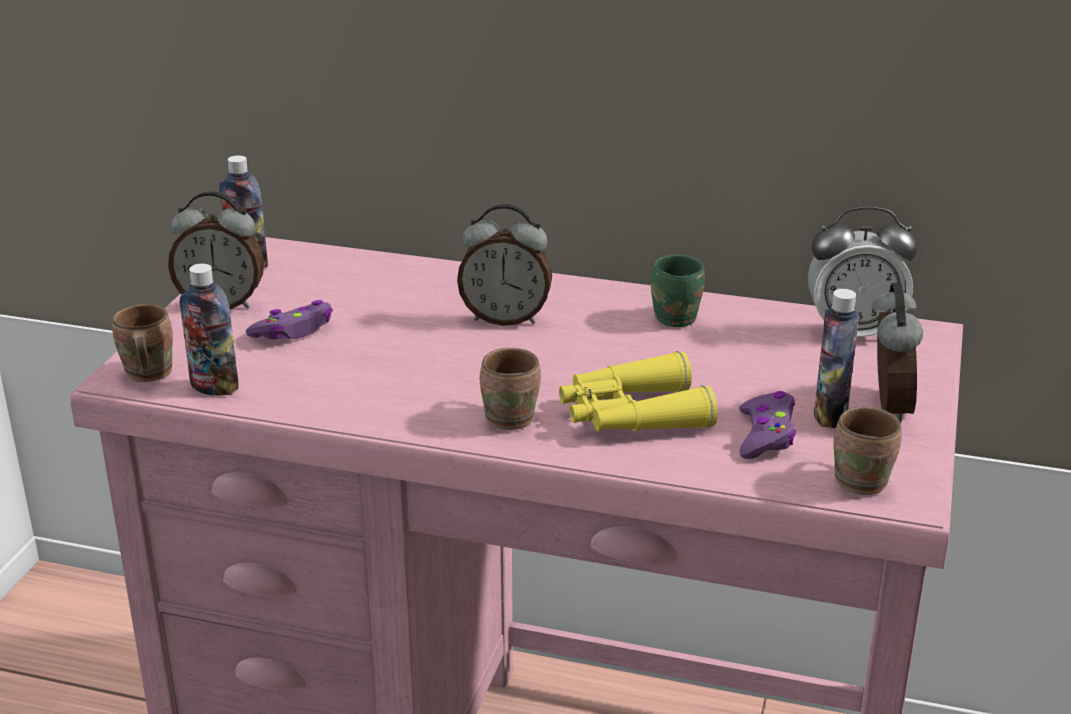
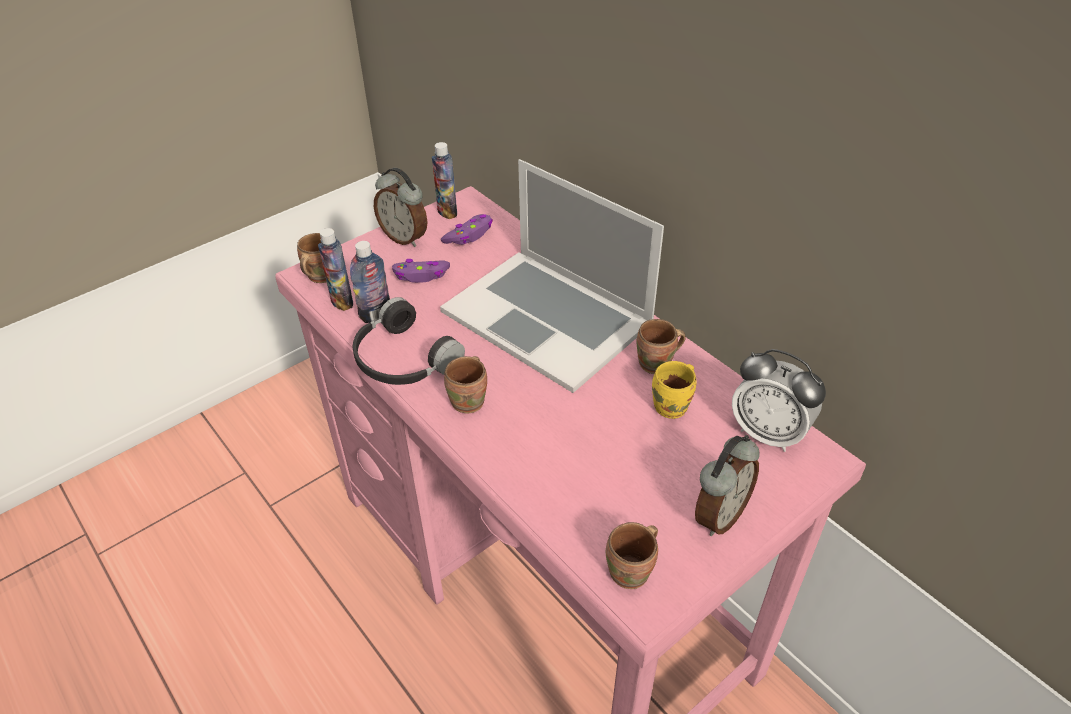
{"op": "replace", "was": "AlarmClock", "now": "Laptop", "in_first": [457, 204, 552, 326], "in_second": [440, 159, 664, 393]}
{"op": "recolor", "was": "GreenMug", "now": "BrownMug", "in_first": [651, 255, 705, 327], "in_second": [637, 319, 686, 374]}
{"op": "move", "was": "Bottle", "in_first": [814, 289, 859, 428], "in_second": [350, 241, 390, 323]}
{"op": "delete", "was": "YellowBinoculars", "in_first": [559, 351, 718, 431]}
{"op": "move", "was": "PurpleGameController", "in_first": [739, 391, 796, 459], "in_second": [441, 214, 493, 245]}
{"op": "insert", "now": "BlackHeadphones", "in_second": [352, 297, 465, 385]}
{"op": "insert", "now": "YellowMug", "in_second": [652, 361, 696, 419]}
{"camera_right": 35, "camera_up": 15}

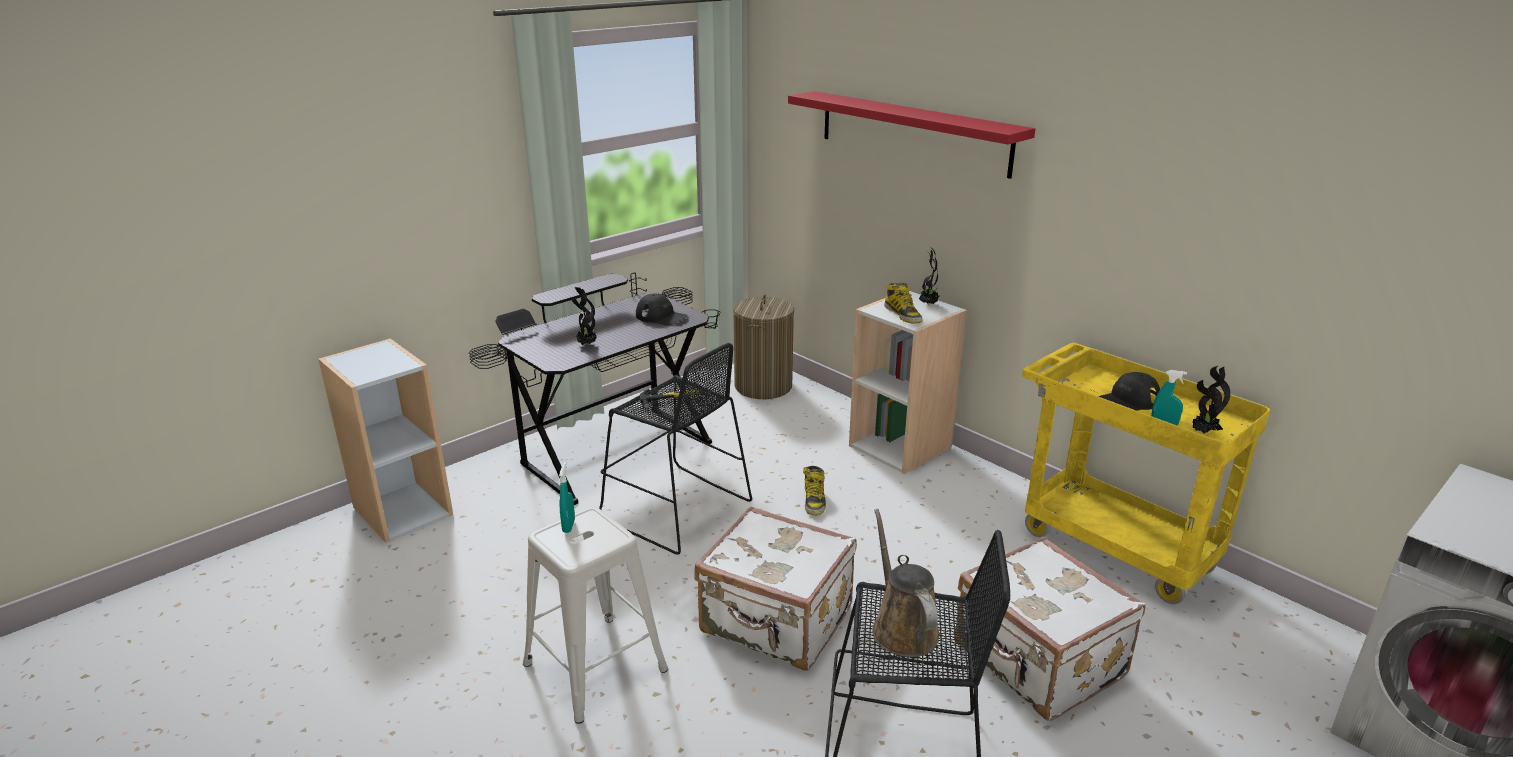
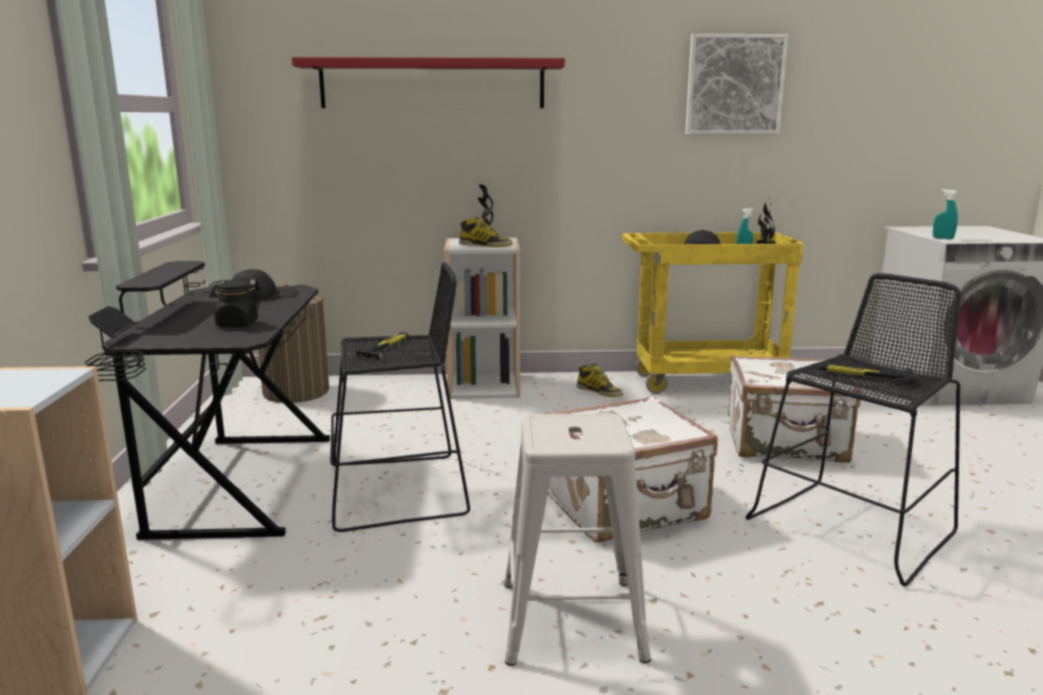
{"op": "replace", "was": "PottedPlant", "now": "BlackJar", "in_first": [572, 287, 596, 346], "in_second": [209, 281, 260, 327]}
{"op": "move", "was": "TurquoiseSprayBottle", "in_first": [559, 462, 575, 533], "in_second": [933, 189, 958, 239]}
{"op": "move", "was": "Boot", "in_first": [803, 466, 826, 516], "in_second": [577, 363, 623, 397]}
{"op": "replace", "was": "BrownWateringCan", "now": "Hammer", "in_first": [873, 509, 940, 657], "in_second": [819, 364, 915, 386]}
{"op": "insert", "now": "Picture", "in_second": [685, 34, 788, 135]}
{"camera_right": -50, "camera_up": -10}

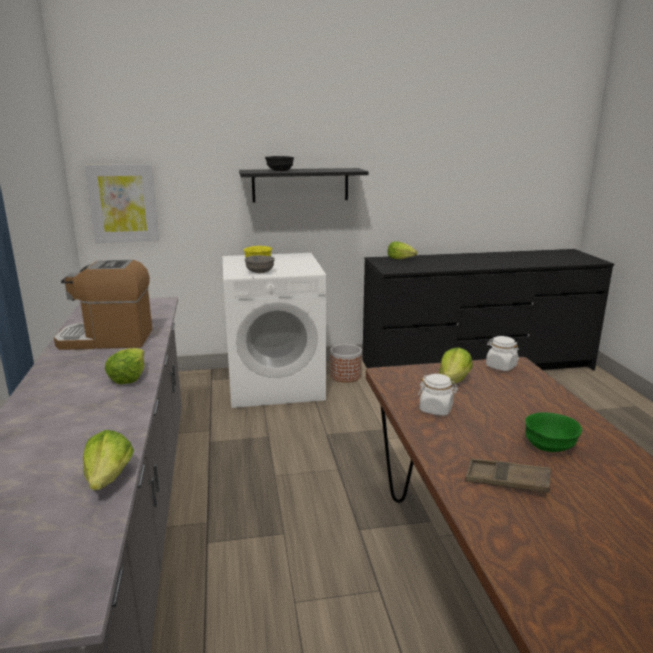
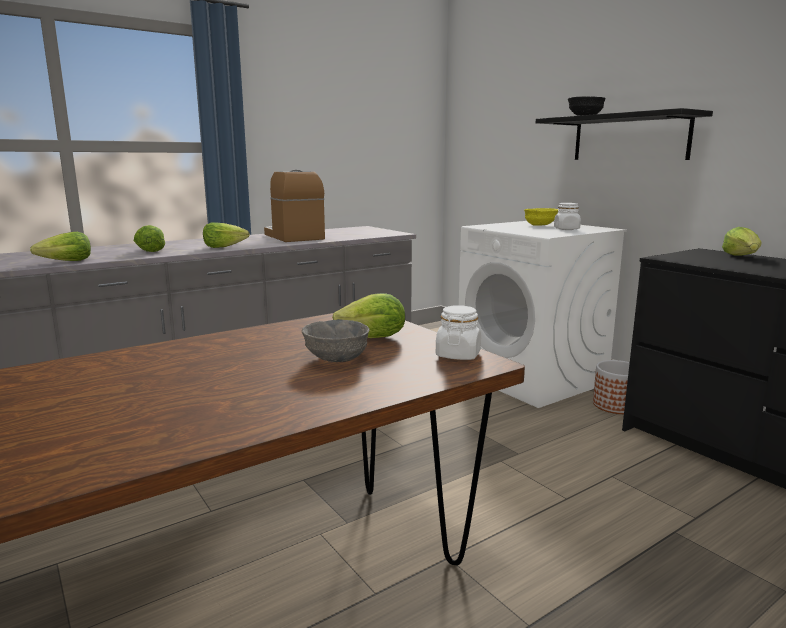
{"op": "delete", "was": "Picture", "in_first": [84, 164, 159, 243]}
{"op": "move", "was": "GreyBowl", "in_first": [244, 255, 275, 273], "in_second": [302, 319, 369, 362]}
{"op": "move", "was": "WhiteJar", "in_first": [418, 374, 458, 416], "in_second": [554, 203, 581, 230]}
{"op": "delete", "was": "GreenBowl", "in_first": [525, 412, 582, 452]}
{"op": "delete", "was": "BrownTray", "in_first": [465, 458, 551, 493]}
{"op": "insert", "now": "Lettuce", "in_second": [134, 225, 165, 252]}
{"camera_right": 65, "camera_up": -5}

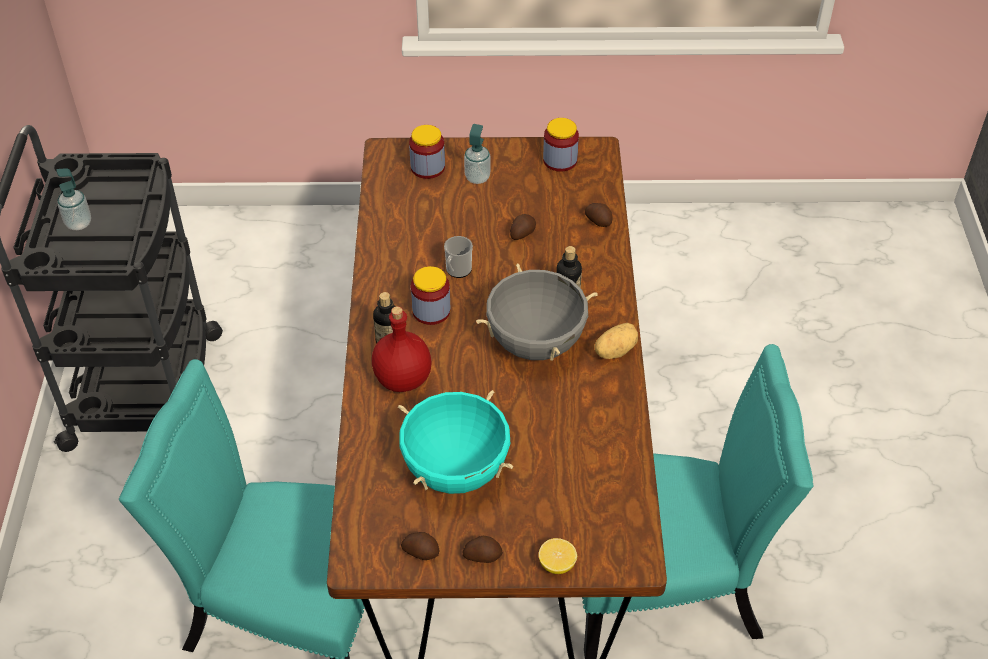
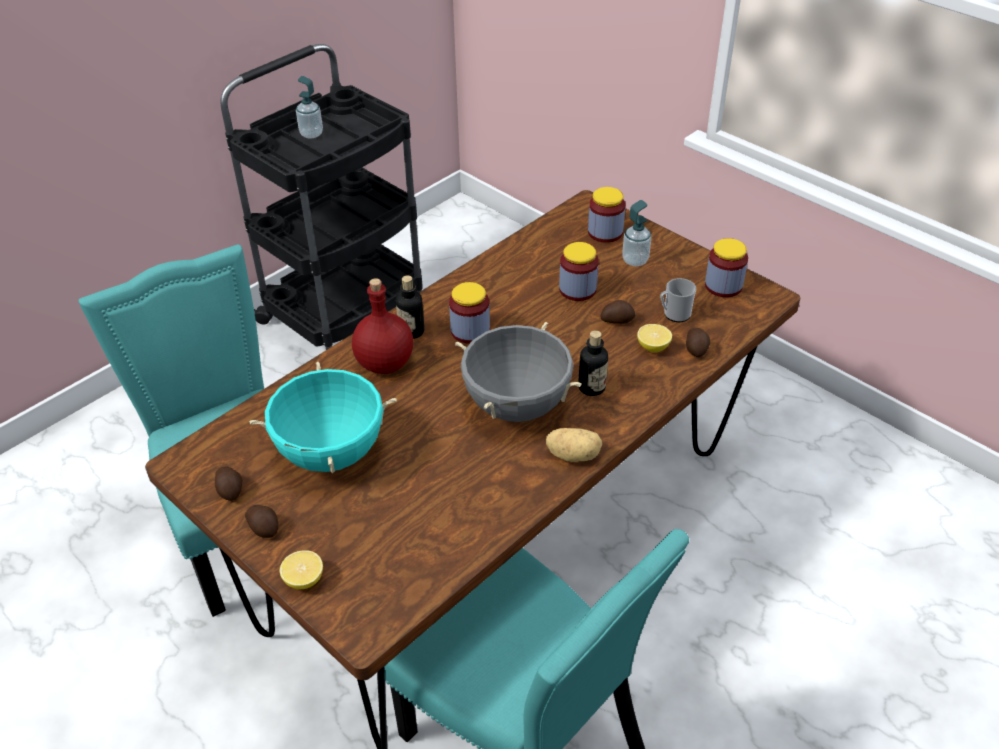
{"op": "move", "was": "Mug", "in_first": [444, 236, 473, 278], "in_second": [660, 278, 696, 322]}
{"op": "insert", "now": "Jar", "in_second": [559, 242, 599, 301]}
{"op": "insert", "now": "Lemon", "in_second": [637, 324, 672, 352]}
{"camera_right": 45, "camera_up": -5}

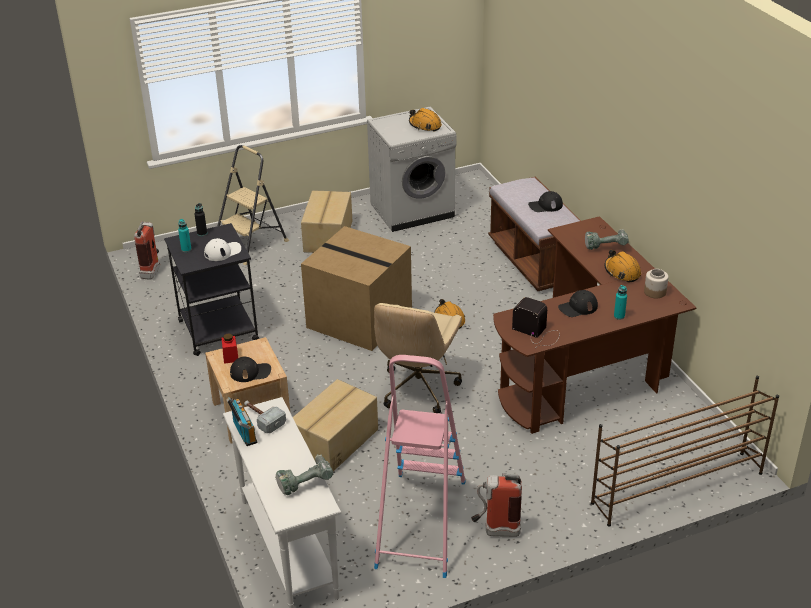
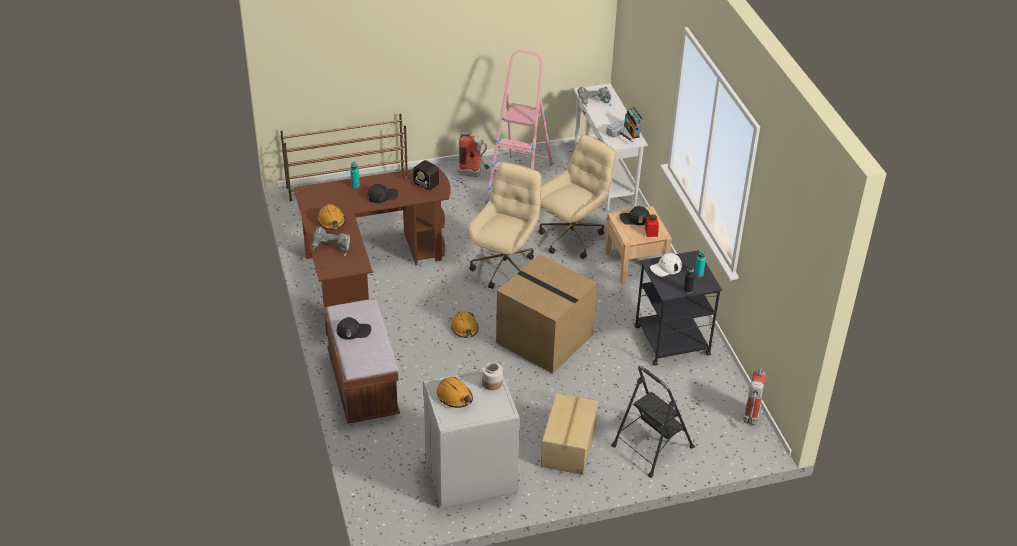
{"op": "recolor", "was": "BeigeStepLadder", "now": "BlackStepLadder", "in_first": [218, 145, 289, 265], "in_second": [611, 366, 695, 478]}
{"op": "move", "was": "Jar", "in_first": [644, 269, 668, 298], "in_second": [482, 362, 503, 390]}
{"op": "replace", "was": "CardboardBox", "now": "BeigeOfficeChair", "in_first": [293, 379, 378, 471], "in_second": [538, 135, 616, 259]}
{"camera_right": -175, "camera_up": 5}

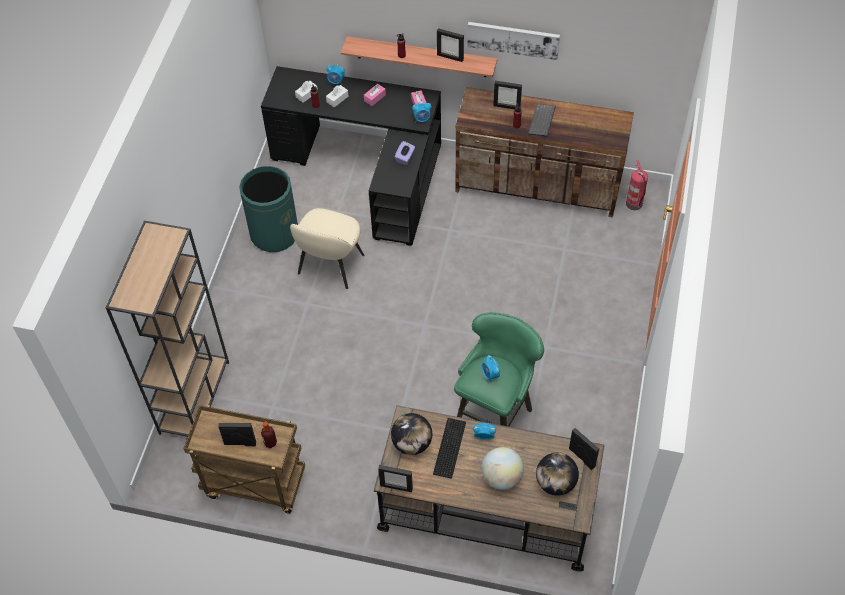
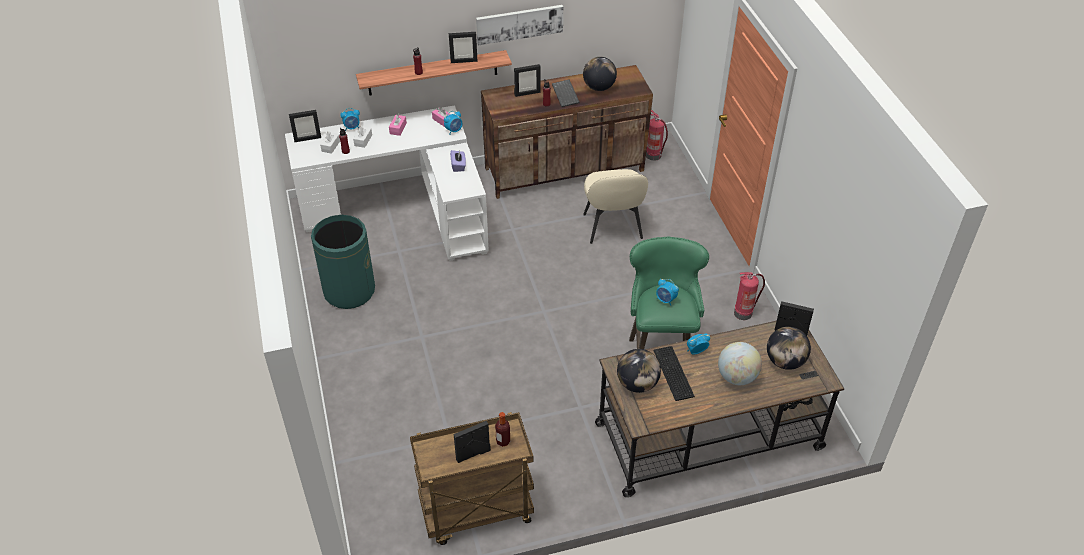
{"op": "recolor", "was": "BlackDesk", "now": "WhiteDesk", "in_first": [261, 66, 441, 246], "in_second": [285, 105, 489, 261]}
{"op": "move", "was": "BeigeChair", "in_first": [290, 208, 365, 289], "in_second": [583, 169, 648, 244]}
{"op": "delete", "was": "Bookcase", "in_first": [106, 221, 229, 437]}
{"op": "move", "was": "PictureFrame", "in_first": [378, 465, 413, 492], "in_second": [289, 110, 321, 142]}
{"op": "insert", "now": "Globe", "in_second": [583, 57, 617, 91]}
{"op": "insert", "now": "FireExtinguisher", "in_second": [734, 272, 765, 320]}
{"camera_right": -30, "camera_up": -10}

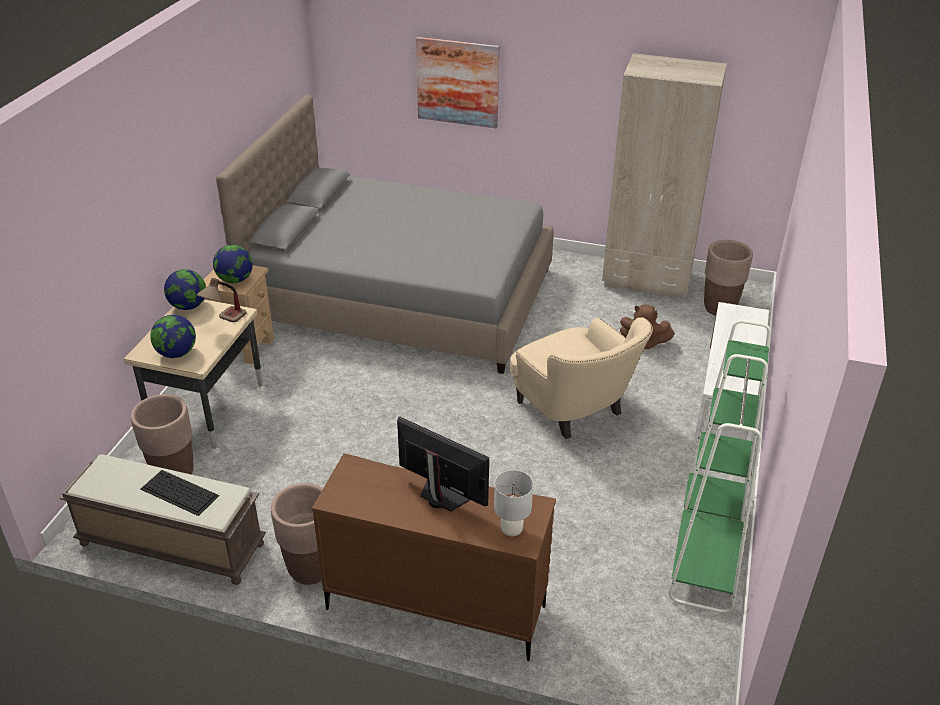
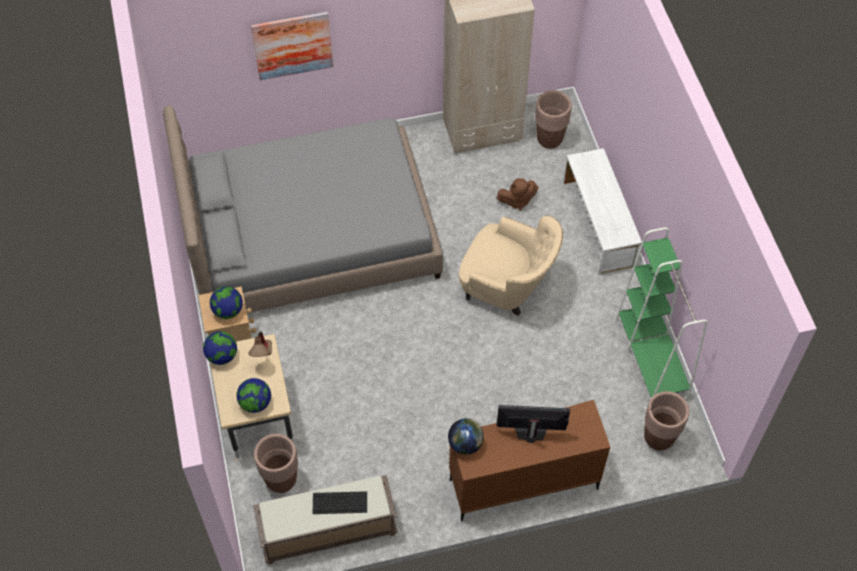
{"op": "delete", "was": "GreyTableLamp", "in_first": [494, 470, 533, 536]}
{"op": "move", "was": "BrownPlanter", "in_first": [271, 483, 323, 585], "in_second": [644, 391, 689, 451]}
{"op": "insert", "now": "Globe", "in_second": [448, 419, 484, 455]}
{"camera_right": -30, "camera_up": 20}

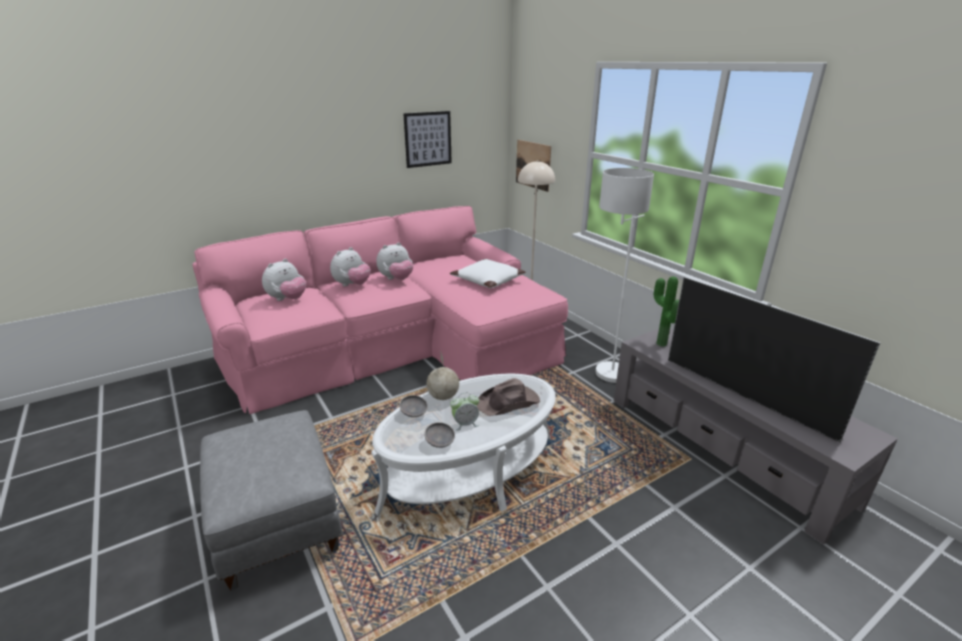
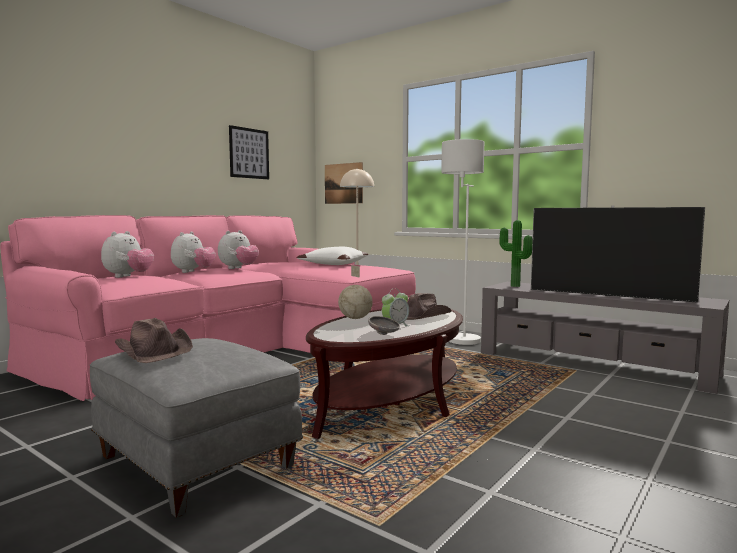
{"op": "recolor", "was": "WhiteCoffeeTable", "now": "BrownCoffeeTable", "in_first": [371, 374, 556, 516], "in_second": [306, 309, 463, 439]}
{"op": "delete", "was": "GreyBowl", "in_first": [399, 395, 428, 417]}
{"op": "insert", "now": "BrownHat", "in_second": [115, 318, 193, 363]}
{"camera_right": -20, "camera_up": -20}

